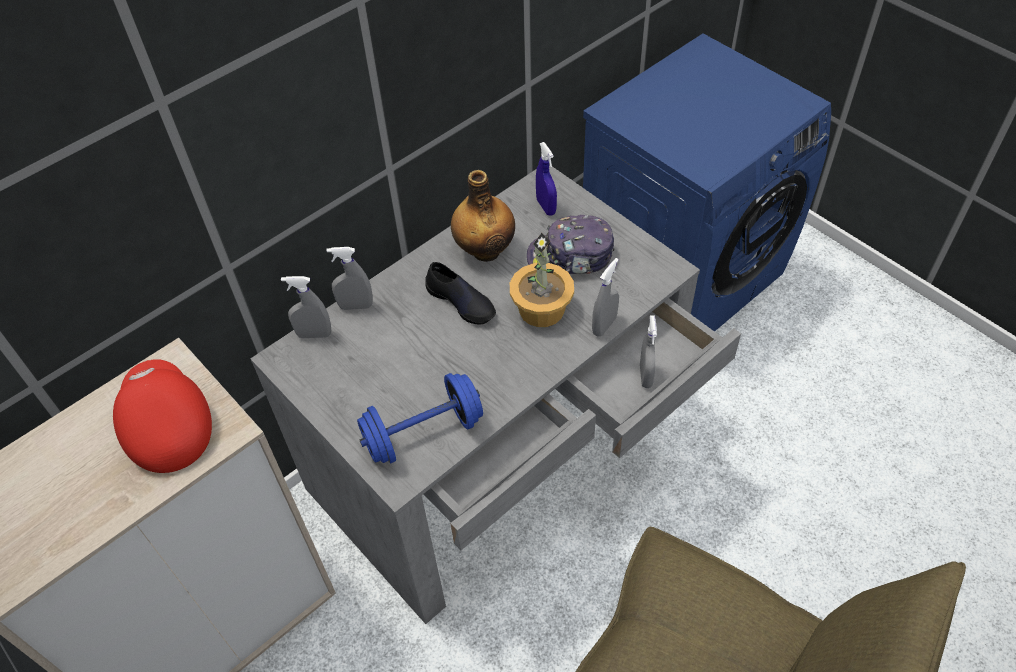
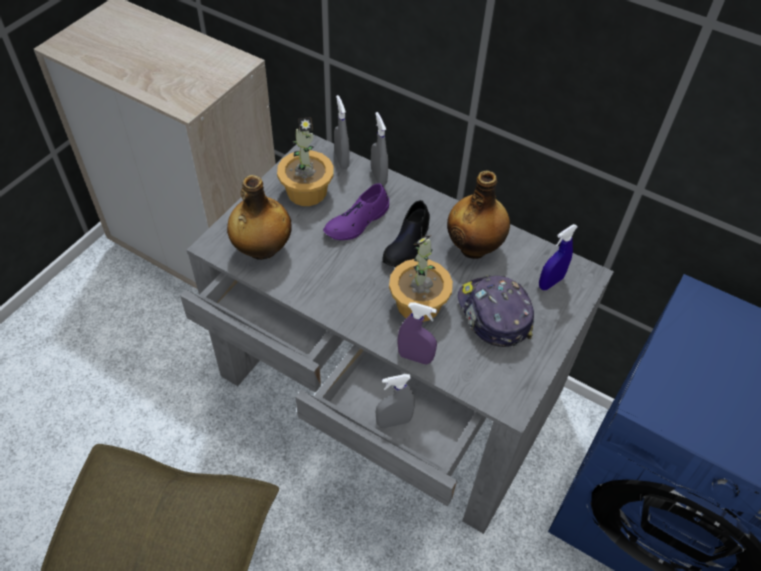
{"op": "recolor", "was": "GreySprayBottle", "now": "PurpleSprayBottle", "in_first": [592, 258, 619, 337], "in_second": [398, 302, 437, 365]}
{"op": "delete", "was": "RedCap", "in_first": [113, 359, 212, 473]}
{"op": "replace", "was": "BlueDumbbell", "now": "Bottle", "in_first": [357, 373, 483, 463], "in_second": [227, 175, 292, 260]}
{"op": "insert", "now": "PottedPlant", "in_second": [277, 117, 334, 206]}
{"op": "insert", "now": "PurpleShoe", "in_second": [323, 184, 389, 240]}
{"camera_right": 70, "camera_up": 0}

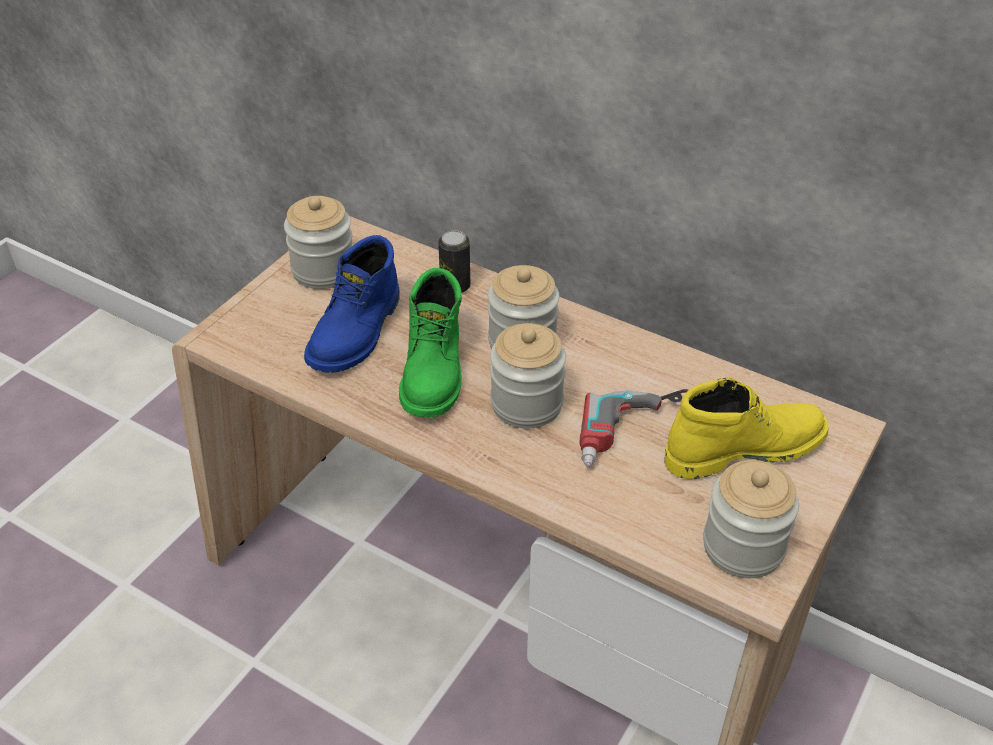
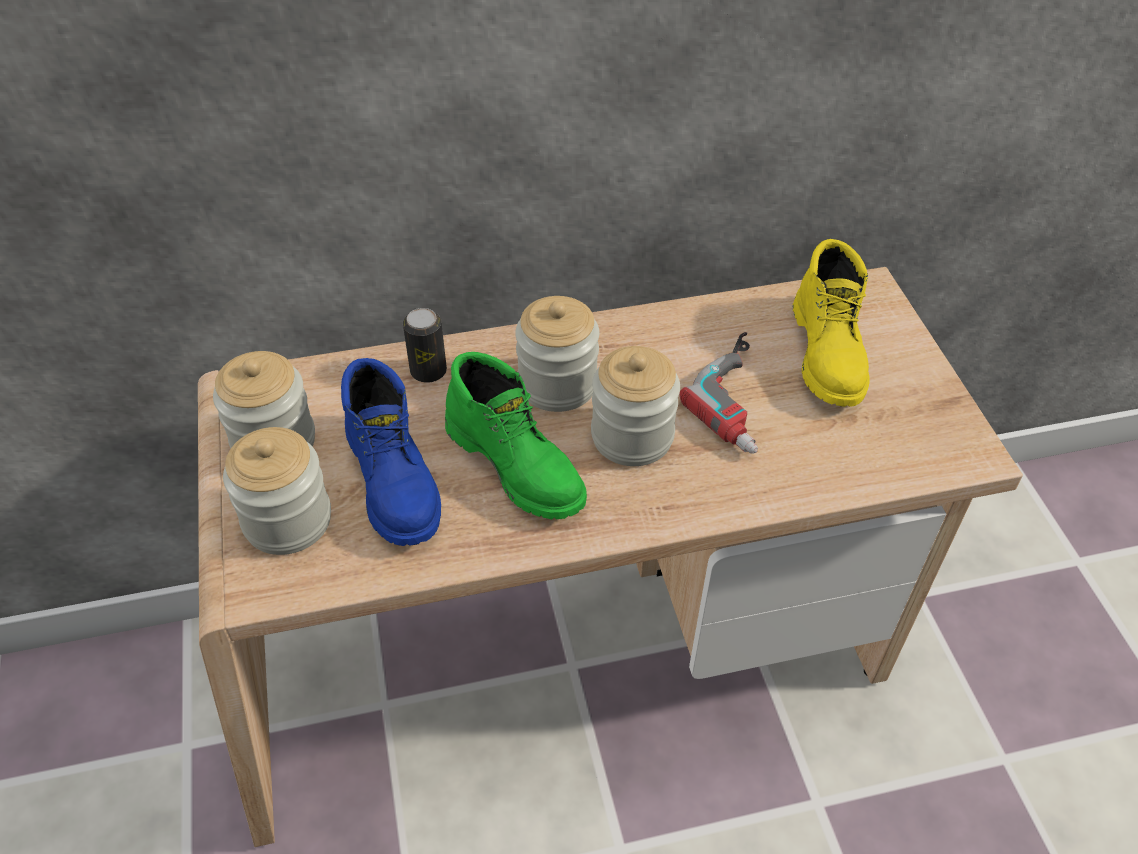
{"op": "rotate", "was": "YellowBoot", "in_first": [664, 378, 829, 480], "in_second": [793, 239, 870, 407], "clockwise": 150}
{"op": "move", "was": "Jar", "in_first": [703, 460, 799, 578], "in_second": [223, 427, 331, 555]}
{"camera_right": -45, "camera_up": 5}

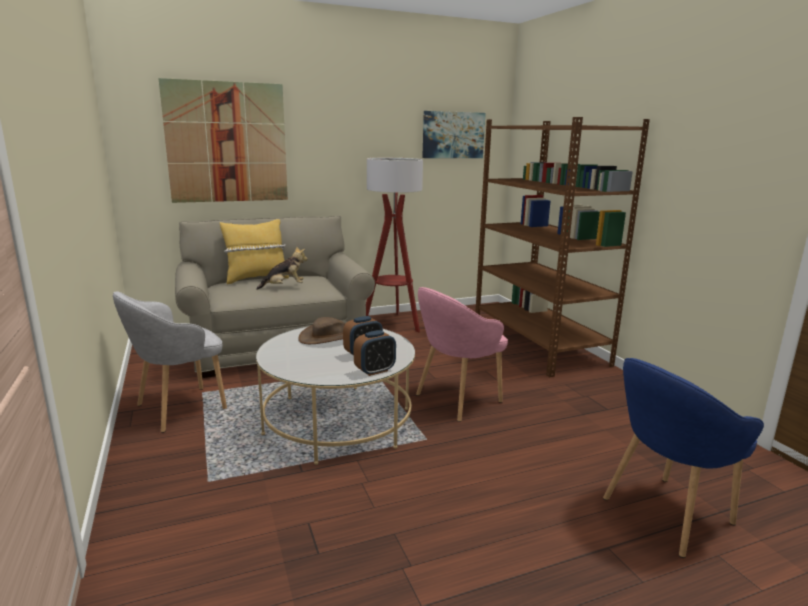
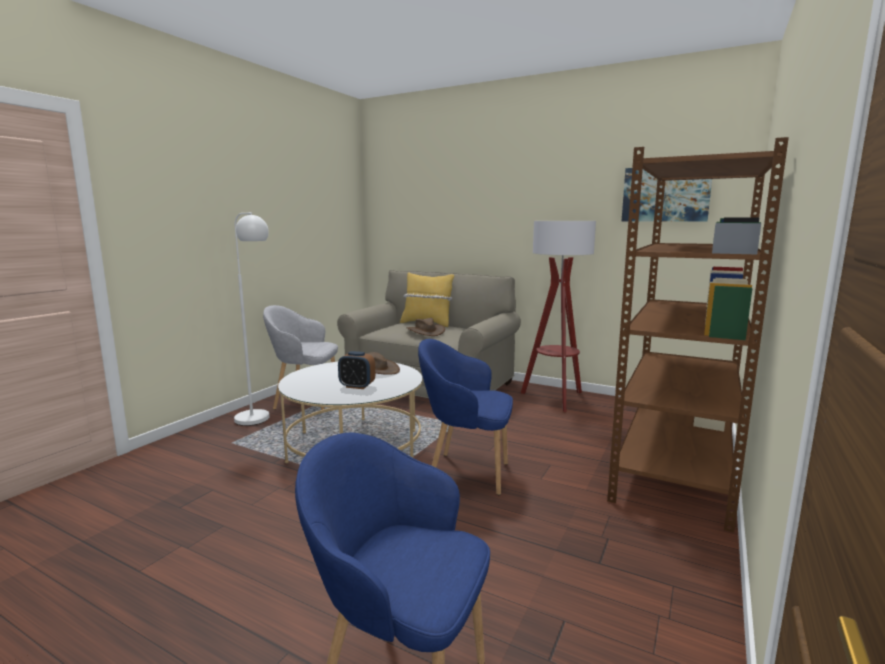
{"op": "delete", "was": "Picture", "in_first": [158, 78, 288, 203]}
{"op": "replace", "was": "PlushToy", "now": "BrownHat", "in_first": [256, 246, 308, 290], "in_second": [407, 318, 445, 336]}
{"op": "recolor", "was": "PinkArmchair", "now": "BlueArmchair", "in_first": [416, 287, 508, 422], "in_second": [418, 339, 513, 495]}
{"op": "delete", "was": "AlarmClock", "in_first": [354, 330, 396, 376]}
{"op": "insert", "now": "WhiteFloorLamp", "in_second": [234, 212, 270, 426]}
{"camera_right": 50, "camera_up": -5}

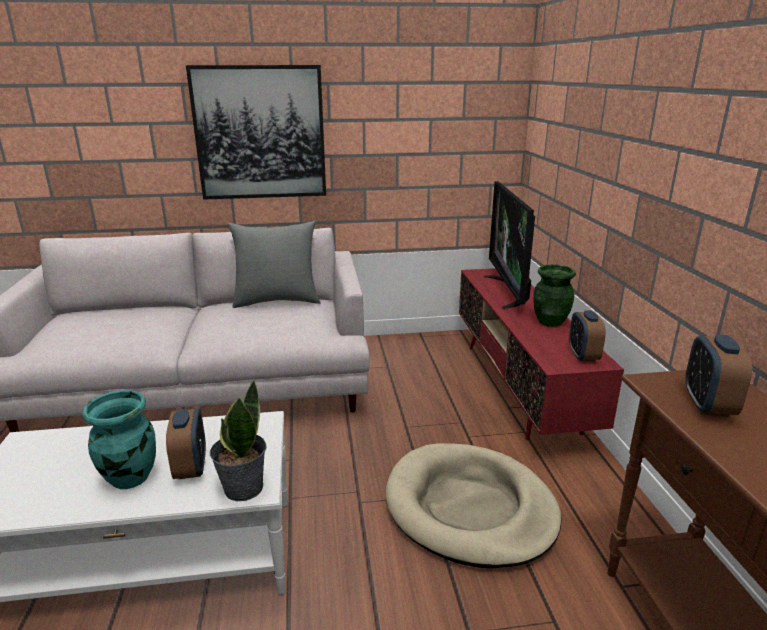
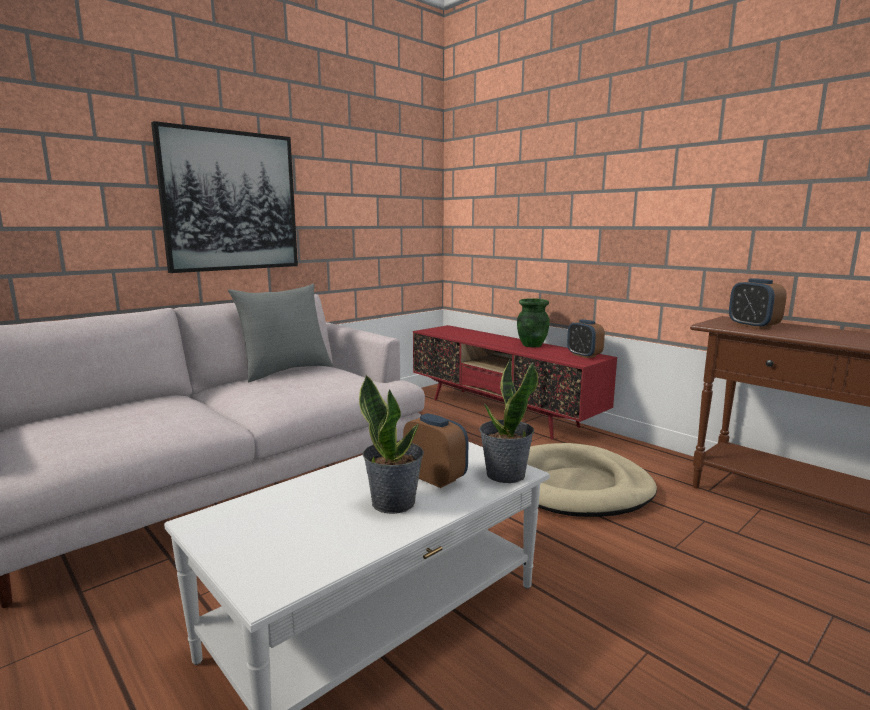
{"op": "delete", "was": "Television", "in_first": [484, 181, 535, 309]}
{"op": "replace", "was": "TurquoiseVase", "now": "PottedPlant", "in_first": [82, 390, 156, 489], "in_second": [359, 375, 424, 514]}
{"camera_right": -35, "camera_up": -10}

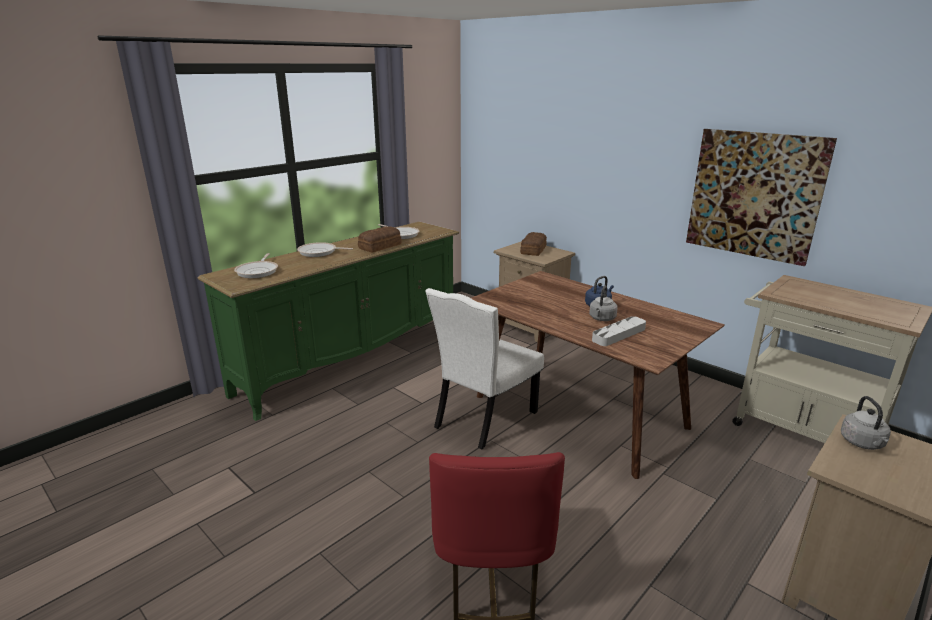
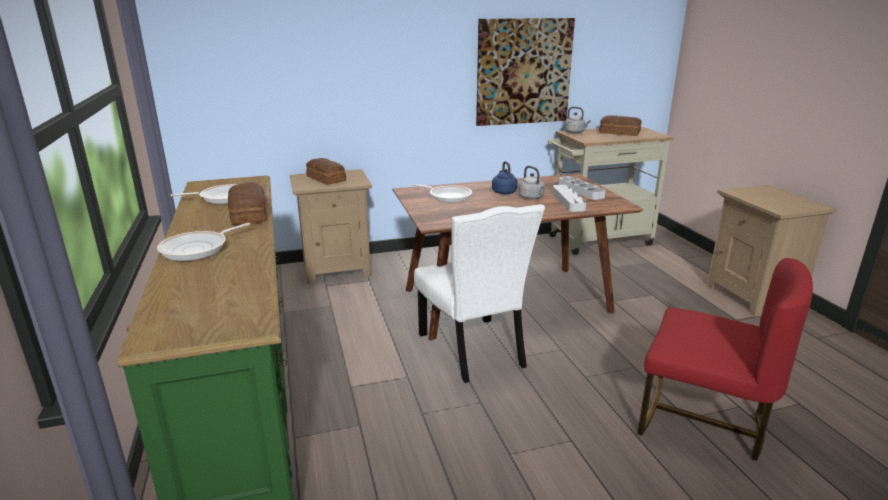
{"op": "move", "was": "FryingPan", "in_first": [234, 253, 278, 278], "in_second": [414, 184, 472, 202]}
{"op": "move", "was": "GreyKettle", "in_first": [841, 396, 891, 450], "in_second": [564, 107, 591, 133]}
{"op": "insert", "now": "Bread", "in_second": [599, 116, 642, 136]}
{"op": "insert", "now": "GreyTray", "in_second": [558, 176, 606, 200]}
{"camera_right": -60, "camera_up": 0}

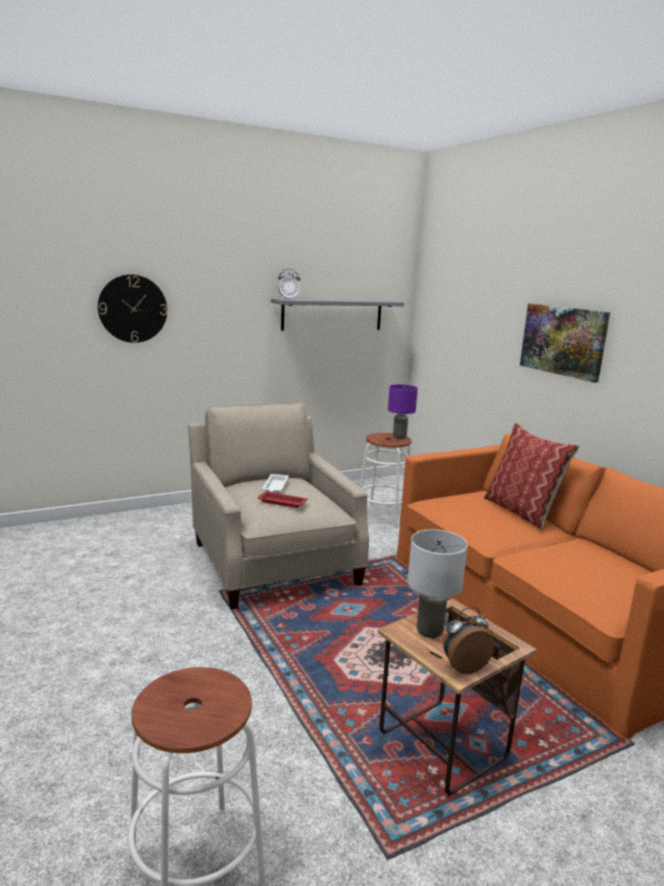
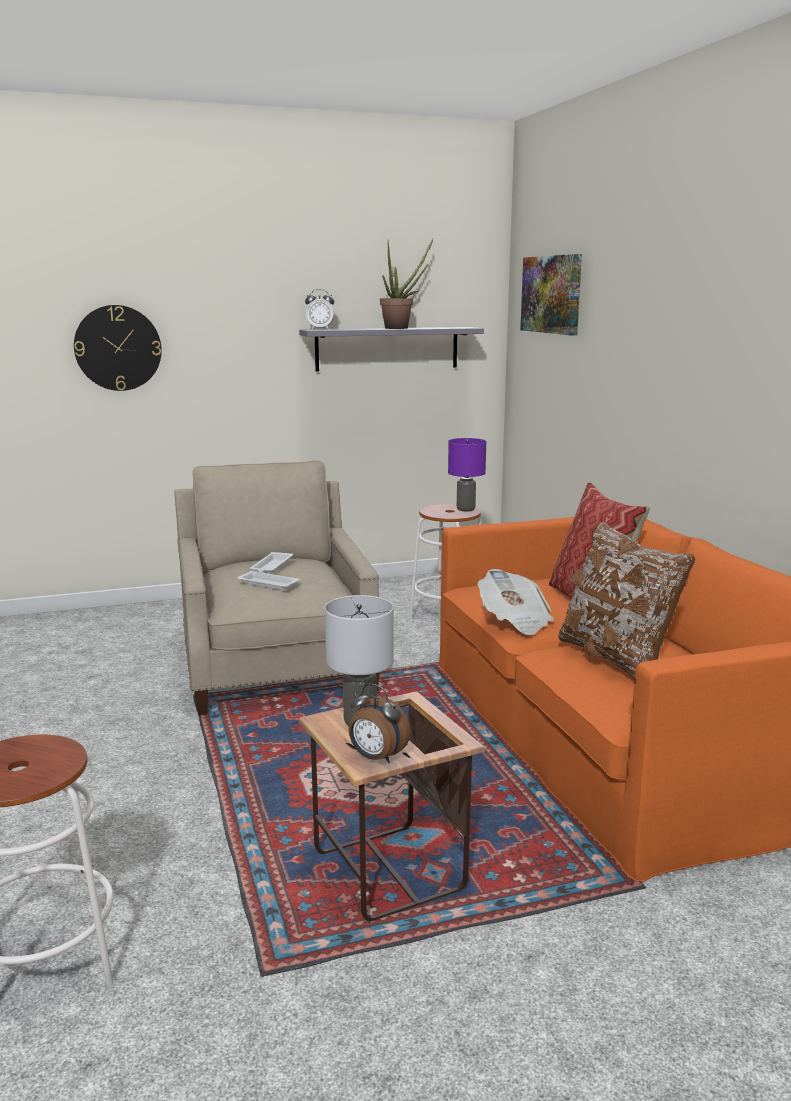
{"op": "move", "was": "Picture", "in_first": [520, 304, 610, 383], "in_second": [520, 254, 582, 335]}
{"op": "recolor", "was": "RedTray", "now": "WhiteTray", "in_first": [258, 492, 308, 508], "in_second": [237, 571, 300, 590]}
{"op": "rotate", "was": "AlarmClock", "in_first": [443, 607, 495, 674], "in_second": [348, 684, 411, 763], "clockwise": -135}
{"op": "insert", "now": "PottedPlant", "in_second": [380, 238, 434, 329]}
{"op": "insert", "now": "BrownPillow", "in_second": [559, 522, 695, 679]}
{"op": "insert", "now": "Newspaper", "in_second": [478, 569, 554, 635]}
{"camera_right": 10, "camera_up": 0}

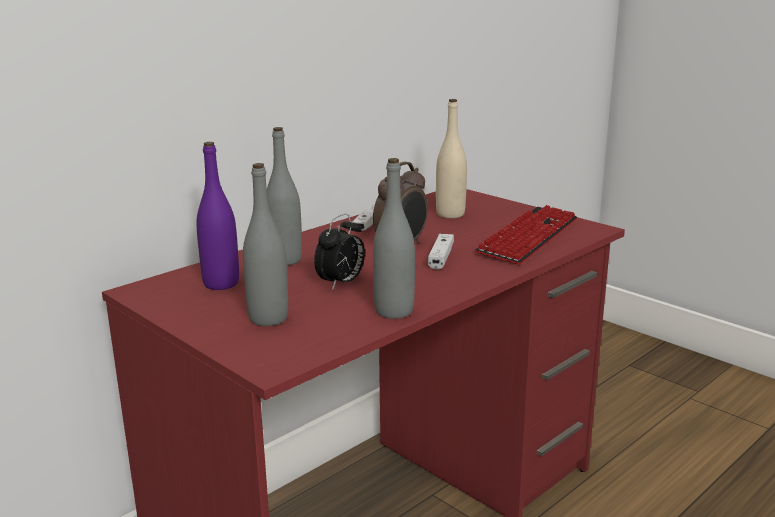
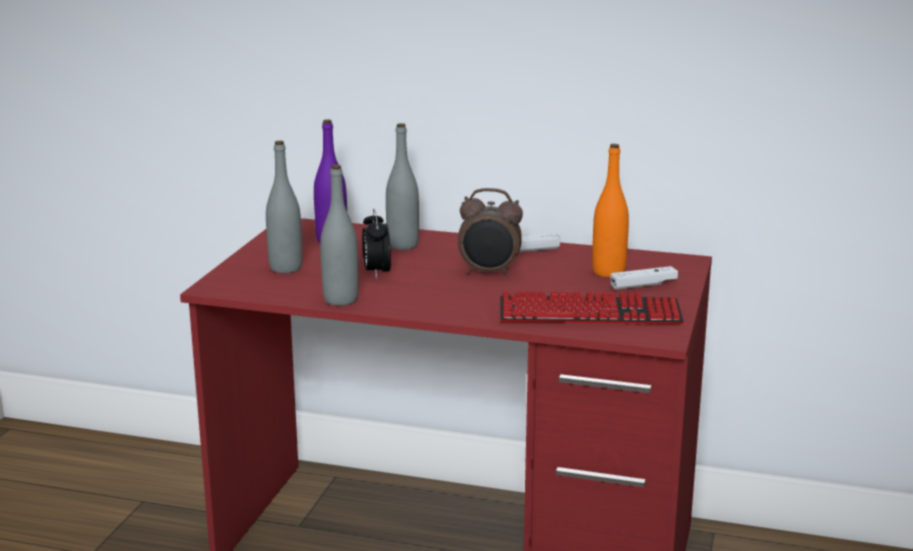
{"op": "recolor", "was": "BeigeBottle", "now": "OrangeBottle", "in_first": [436, 99, 467, 218], "in_second": [592, 144, 629, 278]}
{"op": "rotate", "was": "AlarmClock", "in_first": [314, 214, 365, 290], "in_second": [362, 208, 391, 279], "clockwise": 75}
{"op": "move", "was": "WhiteGameController", "in_first": [428, 234, 454, 269], "in_second": [610, 266, 678, 290]}
{"camera_right": 60, "camera_up": 0}

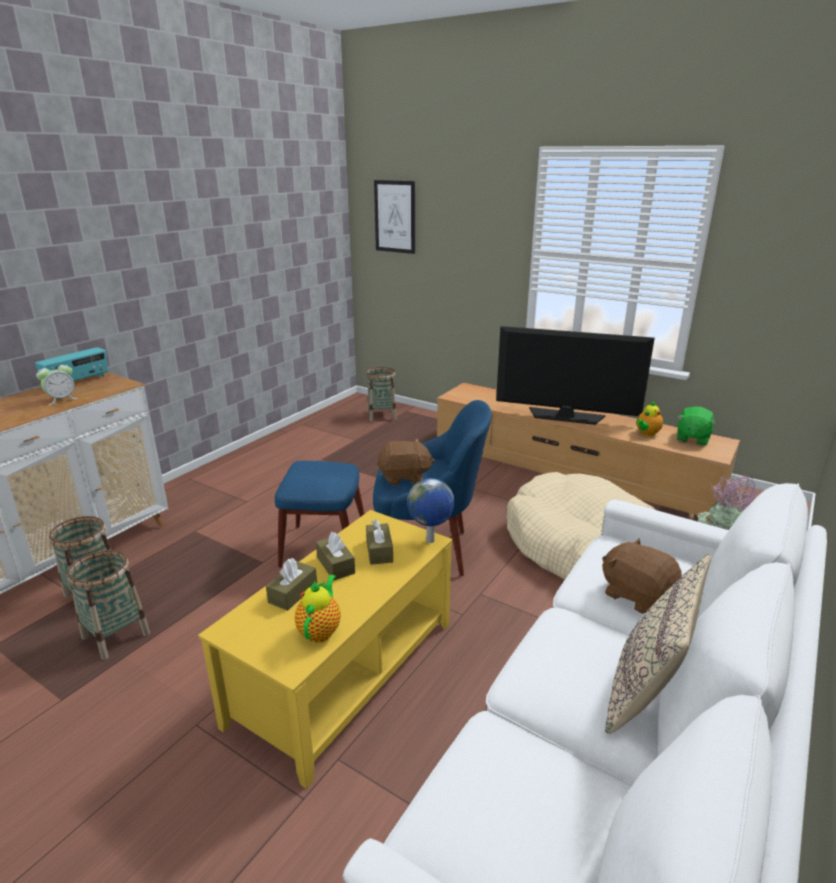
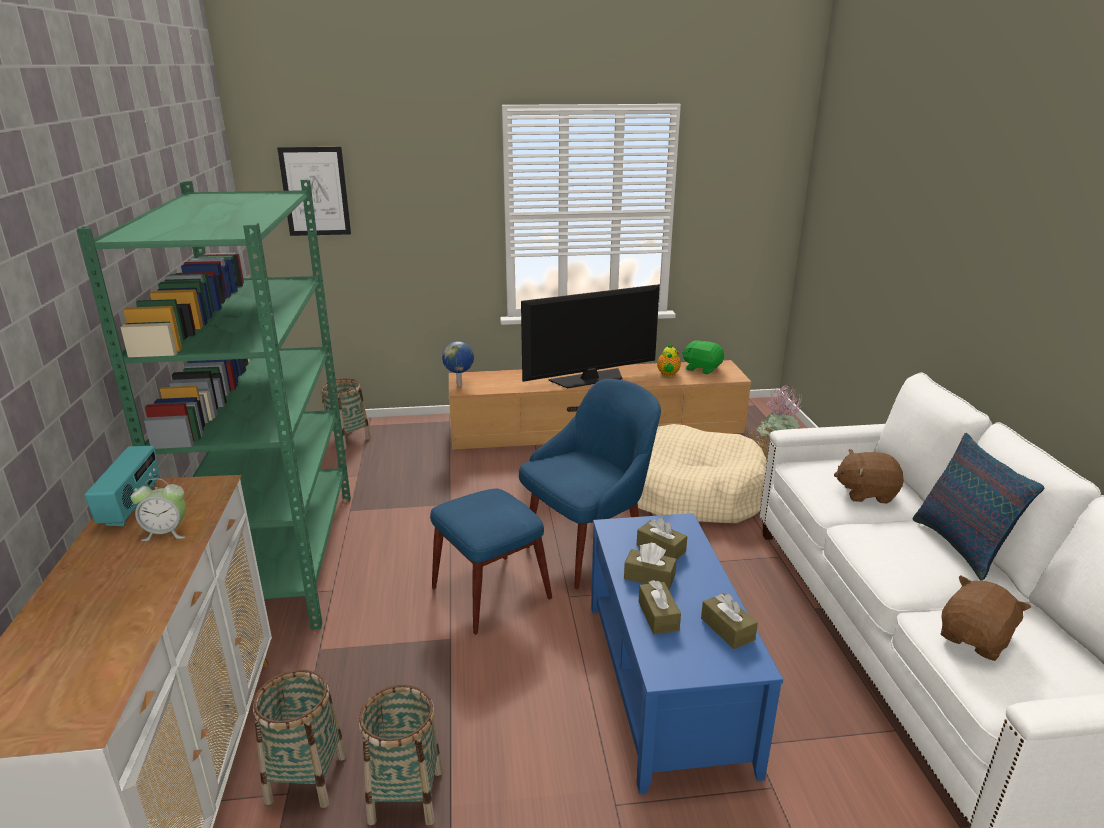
{"op": "rotate", "was": "AlarmClock", "in_first": [36, 361, 78, 405], "in_second": [131, 478, 186, 541], "clockwise": 75}
{"op": "rotate", "was": "GreenPlushToy", "in_first": [677, 407, 717, 446], "in_second": [682, 340, 724, 374], "clockwise": 135}
{"op": "move", "was": "BrownPlushToy", "in_first": [377, 439, 435, 485], "in_second": [941, 575, 1031, 661]}
{"op": "move", "was": "Globe", "in_first": [407, 478, 455, 543], "in_second": [442, 341, 474, 387]}
{"op": "recolor", "was": "YellowCoffeeTable", "now": "BlueCoffeeTable", "in_first": [198, 510, 453, 789], "in_second": [591, 513, 783, 794]}
{"op": "recolor", "was": "BeigePillow", "now": "BluePillow", "in_first": [605, 554, 711, 734], "in_second": [913, 433, 1044, 581]}
{"op": "replace", "was": "Teapot", "now": "BrownTissueBox", "in_first": [295, 575, 341, 643], "in_second": [701, 593, 758, 649]}
{"op": "insert", "now": "GreenBookcase", "in_second": [77, 180, 351, 630]}
{"camera_right": -40, "camera_up": 0}

